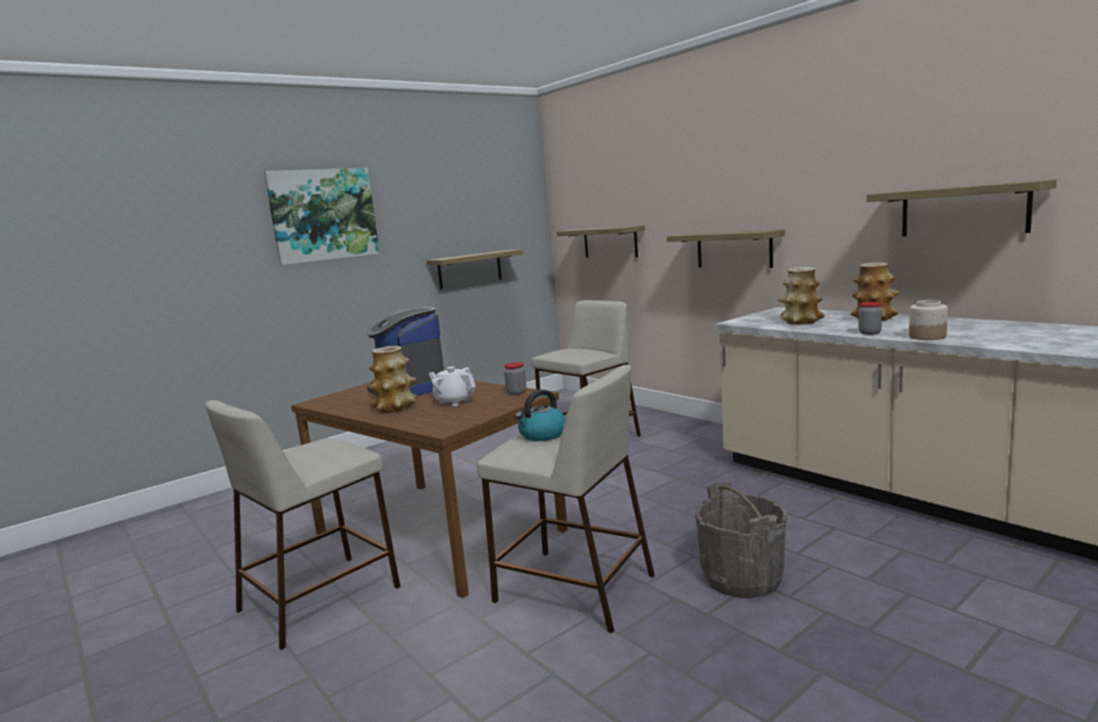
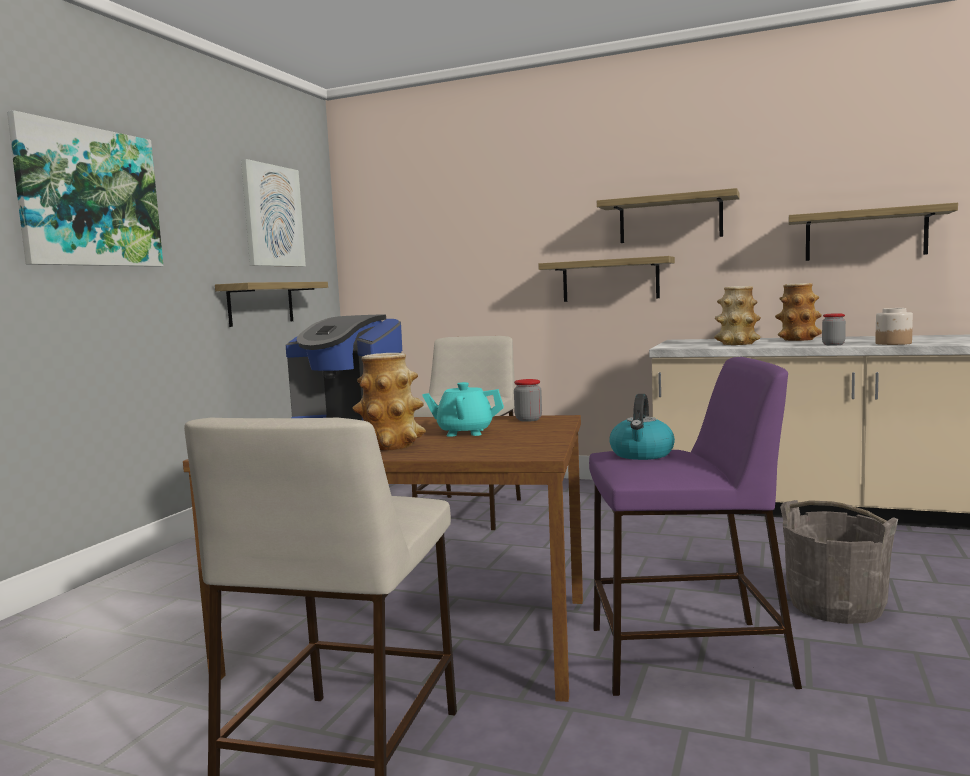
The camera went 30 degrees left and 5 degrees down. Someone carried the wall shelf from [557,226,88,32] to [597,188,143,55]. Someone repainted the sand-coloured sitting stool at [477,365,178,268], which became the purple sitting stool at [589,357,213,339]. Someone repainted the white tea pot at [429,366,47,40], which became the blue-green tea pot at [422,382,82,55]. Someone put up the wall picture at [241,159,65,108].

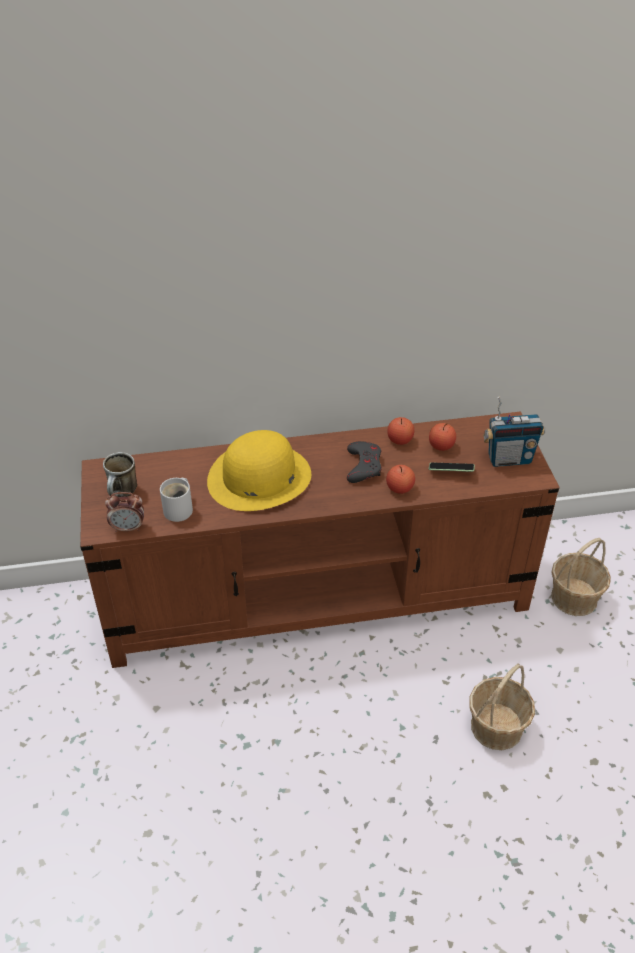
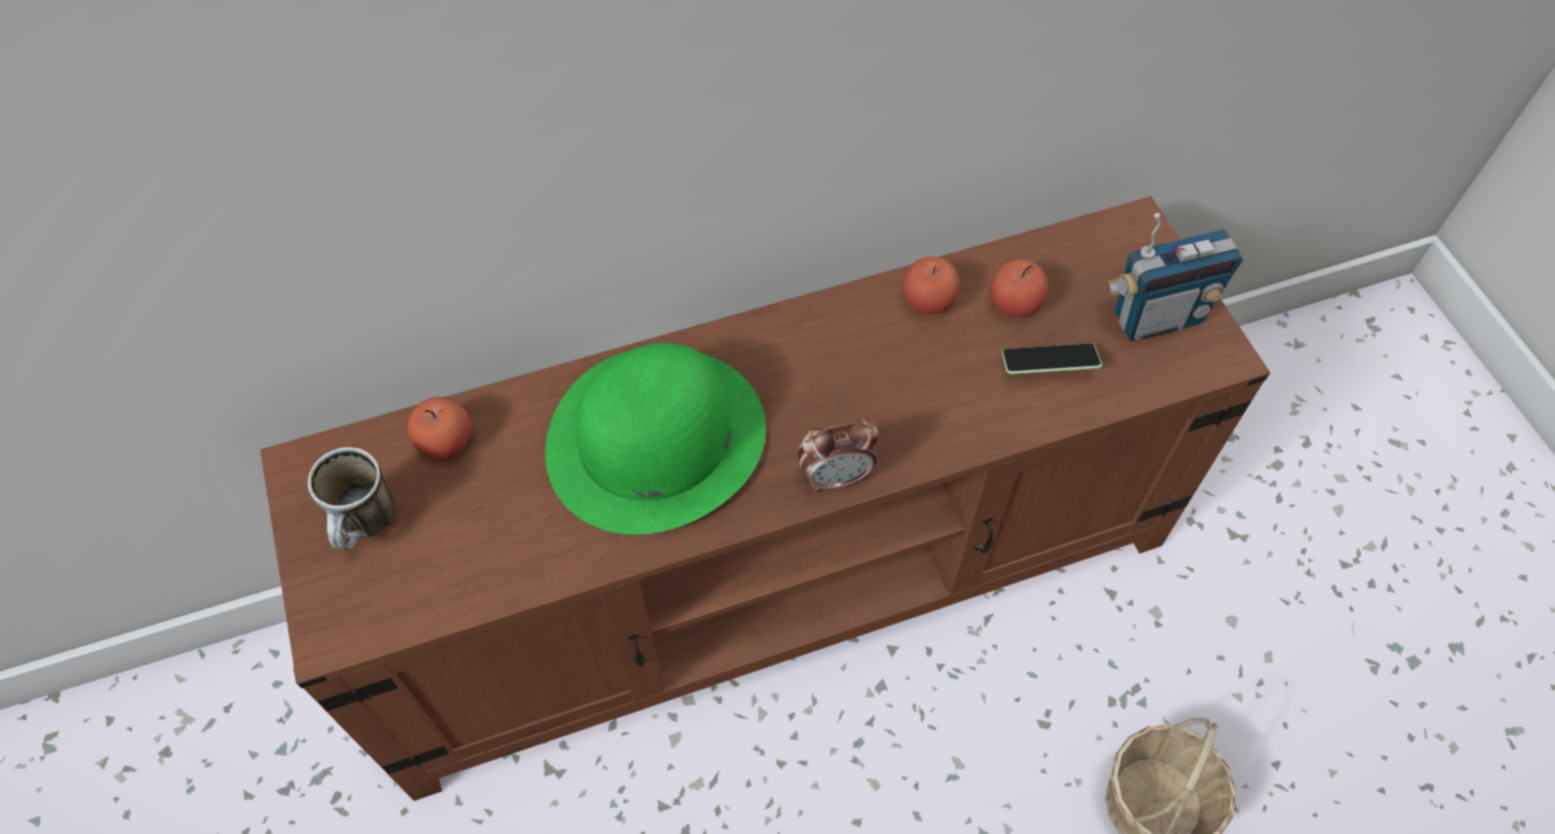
The camera went 10 degrees left and 15 degrees up. Someone repainted the yellow hat at [207,430,104,81], which became the green hat at [545,343,221,192]. Someone took away the gray joypad at [347,441,35,42]. Someone carried the apple fruit from [386,465,29,29] to [407,397,65,62]. Someone took away the white mug at [160,478,33,44]. Someone carried the alarm clock from [105,492,39,40] to [798,419,80,73]. Someone took away the basket at [551,538,60,78].

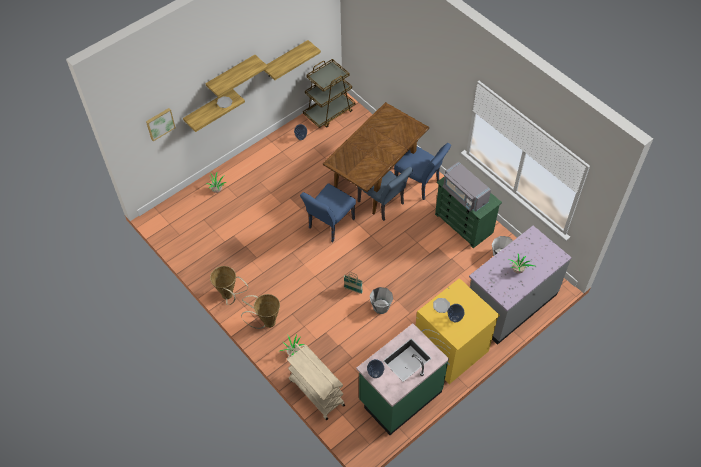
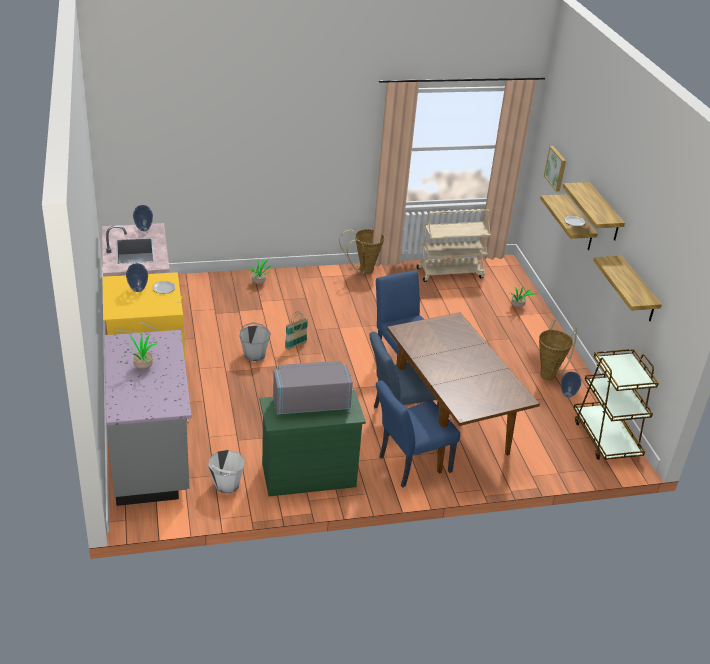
The camera went 115 degrees right and 20 degrees down. Someone carried the basket from [241,294,39,35] to [539,320,38,60]. Someone carried the sand-coloured trolley from [287,343,58,77] to [417,209,74,73].

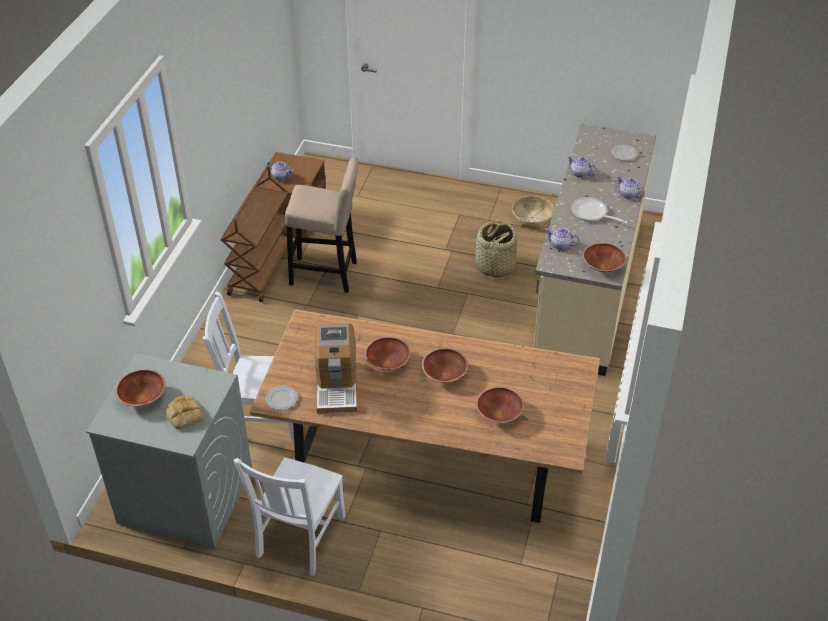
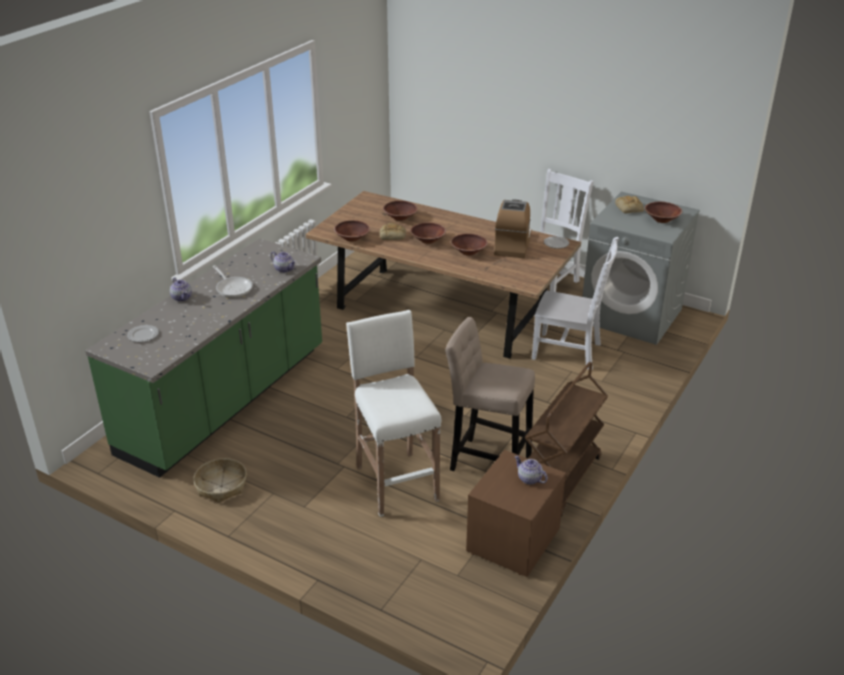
The camera went 165 degrees left and 10 degrees down. Someone repainted the sand-coloured kitchen base unit at [533,124,123,252], which became the green kitchen base unit at [85,238,237,240]. Someone took away the tea pot at [567,156,30,22]. Someone took away the basket at [475,220,42,58]. Someone carried the brown-coloured serving bowl from [583,243,44,29] to [334,220,36,22]. Someone put down the bakery bread at [379,223,27,17]. Someone put down the white sitting stool at [346,310,95,207].

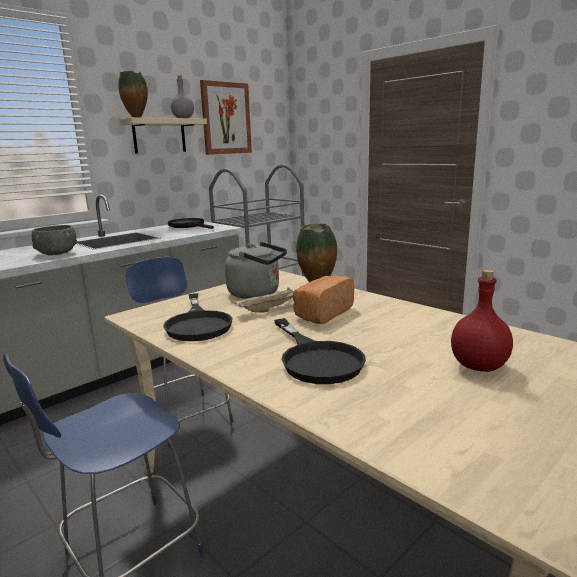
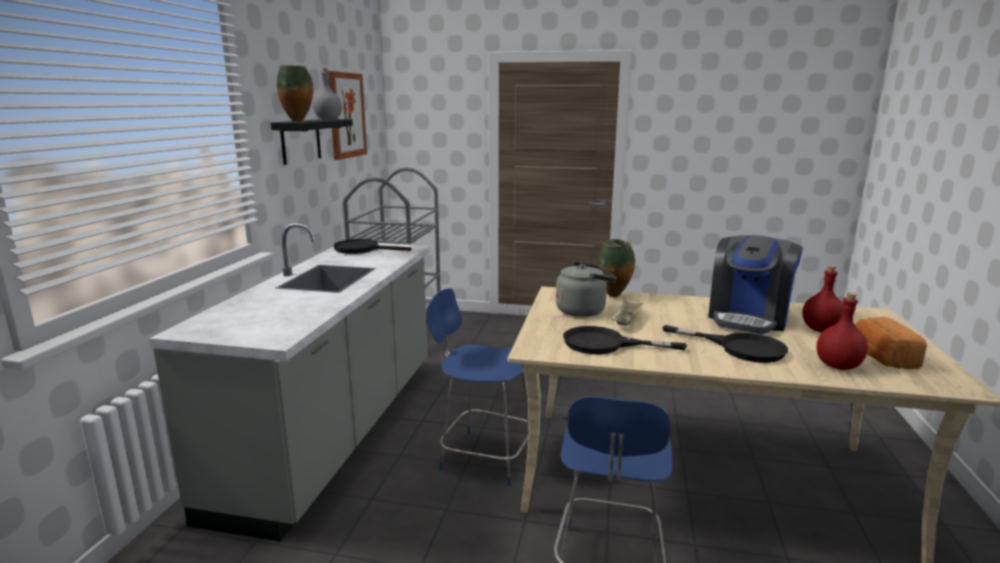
The camera went 35 degrees left and 0 degrees up. Someone repainted the sand-coloured wall shelf at [119,117,88,37], which became the black-coloured wall shelf at [271,119,82,46]. Someone took away the gray serving bowl at [32,225,45,30]. Someone carried the bakery bread from [293,275,61,49] to [855,317,72,52]. Someone rotated the black-coloured pan at [163,293,70,48] by 150 degrees clockwise. Someone put down the coffee maker at [708,235,95,99]. Someone put down the reddish drink bottle at [817,293,51,77].

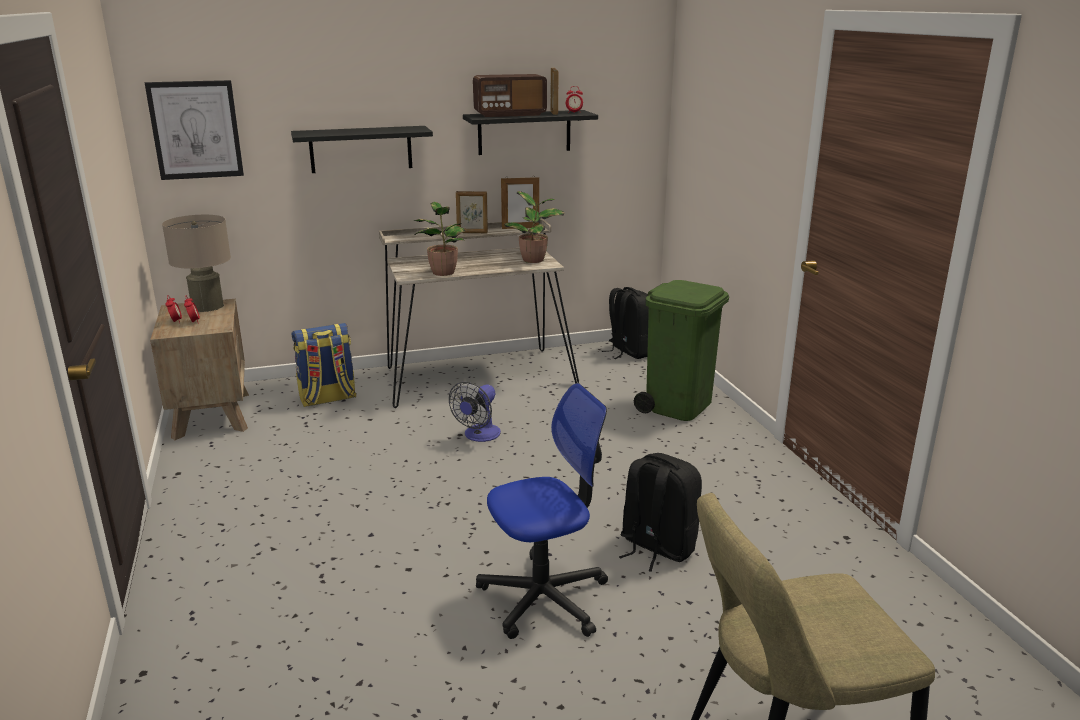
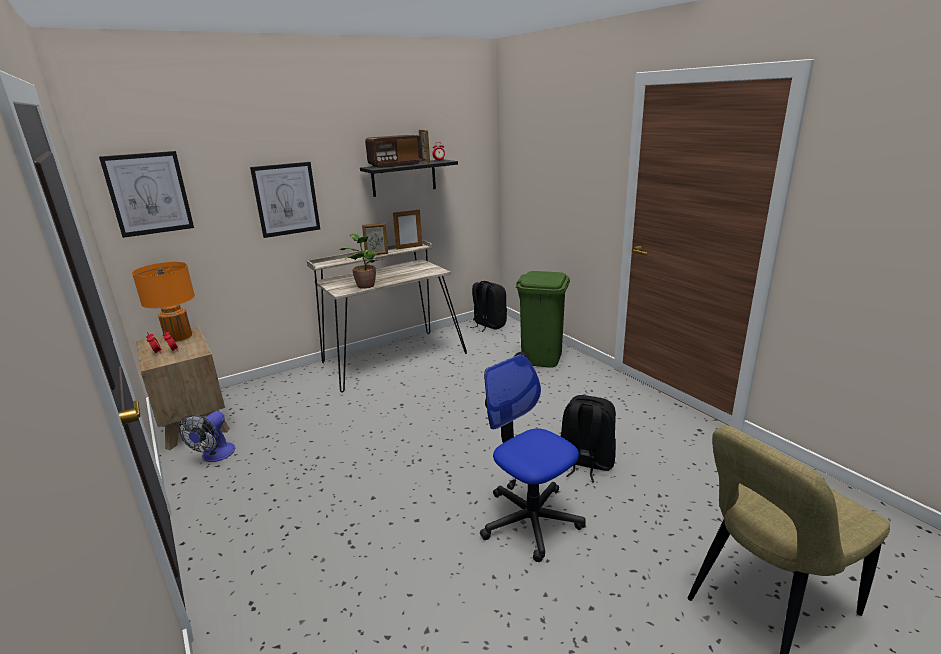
The camera went 15 degrees left and 0 degrees up. Someone swapped the black-coloured wall shelf at [291,126,142,47] for the wall picture at [250,162,70,76]. Someone took away the plant in a pot at [504,191,60,72]. Someone repainted the sand-coloured table lamp at [162,215,69,97], which became the orangey table lamp at [132,262,63,80]. Someone took away the knapsack at [291,323,66,84]. Someone carried the electric fan from [449,382,52,60] to [179,411,56,51]. Someone rotated the computer chair at [476,383,132,256] by 90 degrees counterclockwise.

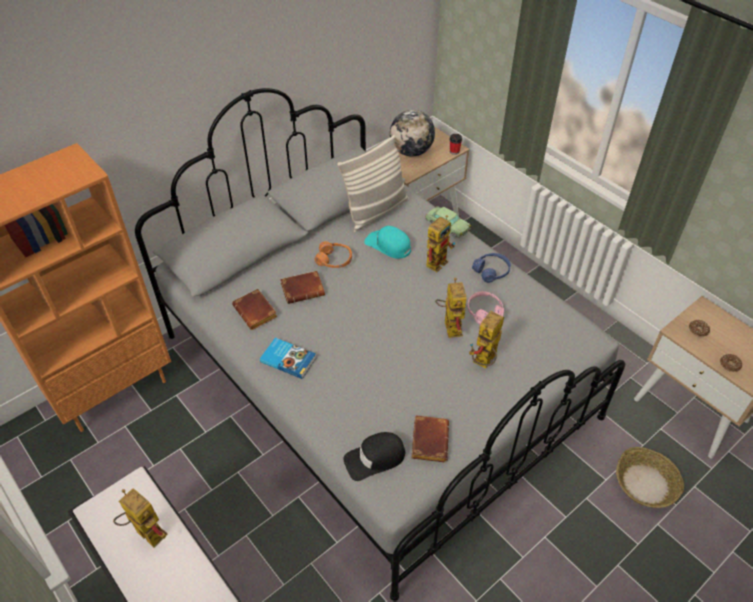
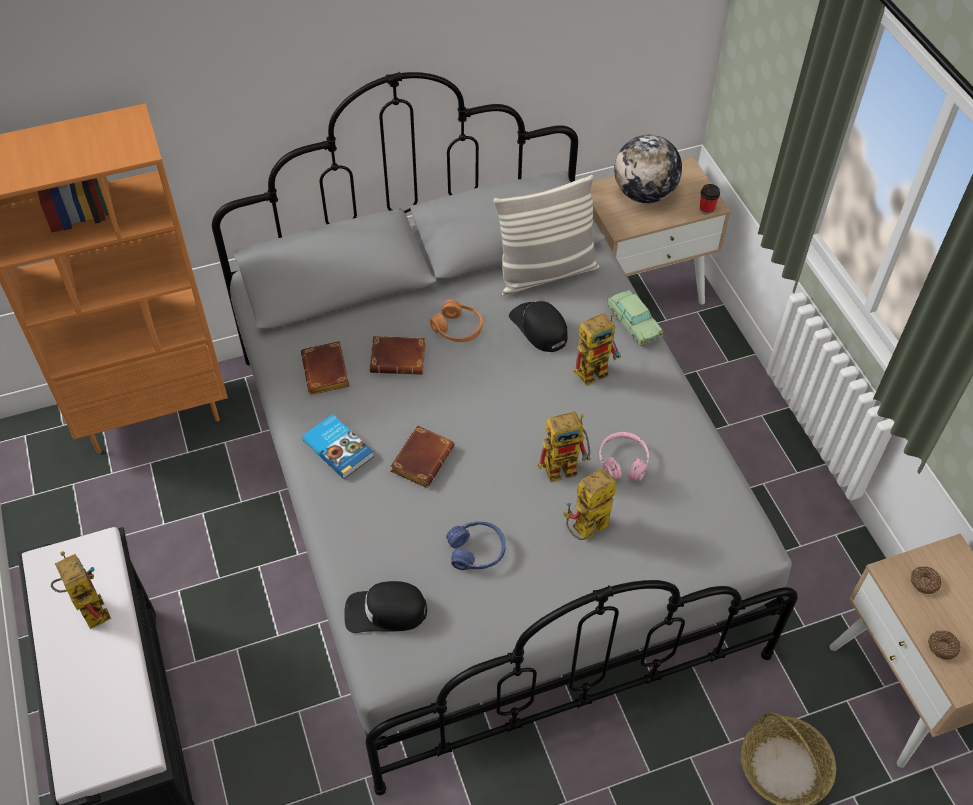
The camera went 20 degrees right and 5 degrees up. Someone repainted the blue-green cap at [364,226,47,33], which became the black-coloured cap at [509,301,59,51]. Someone carried the bluish headphones from [472,253,39,30] to [446,521,60,49]. Someone rotated the robot figure at [435,278,31,60] by 60 degrees clockwise. Someone carried the brown-coloured volume from [411,415,38,47] to [390,425,64,63].

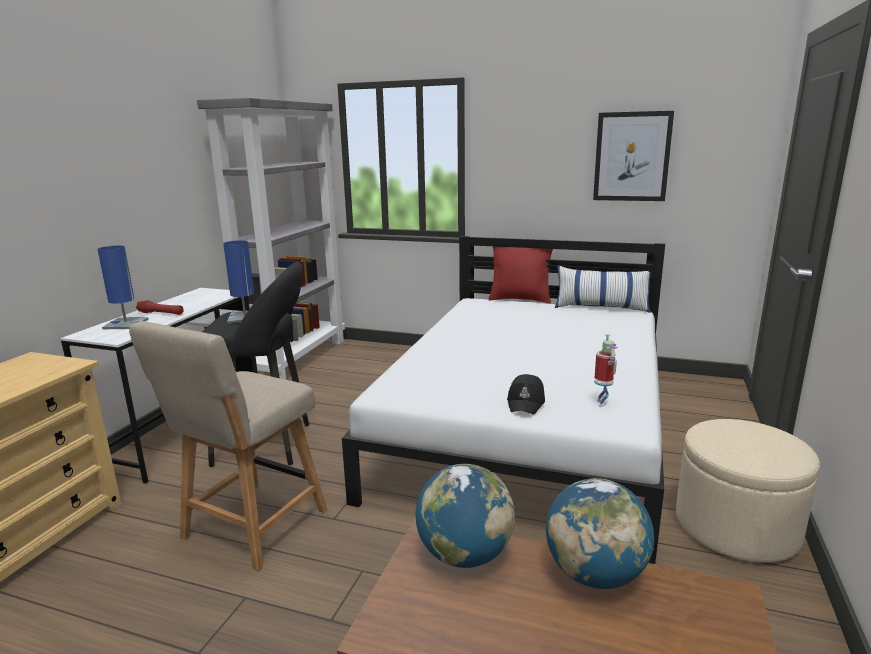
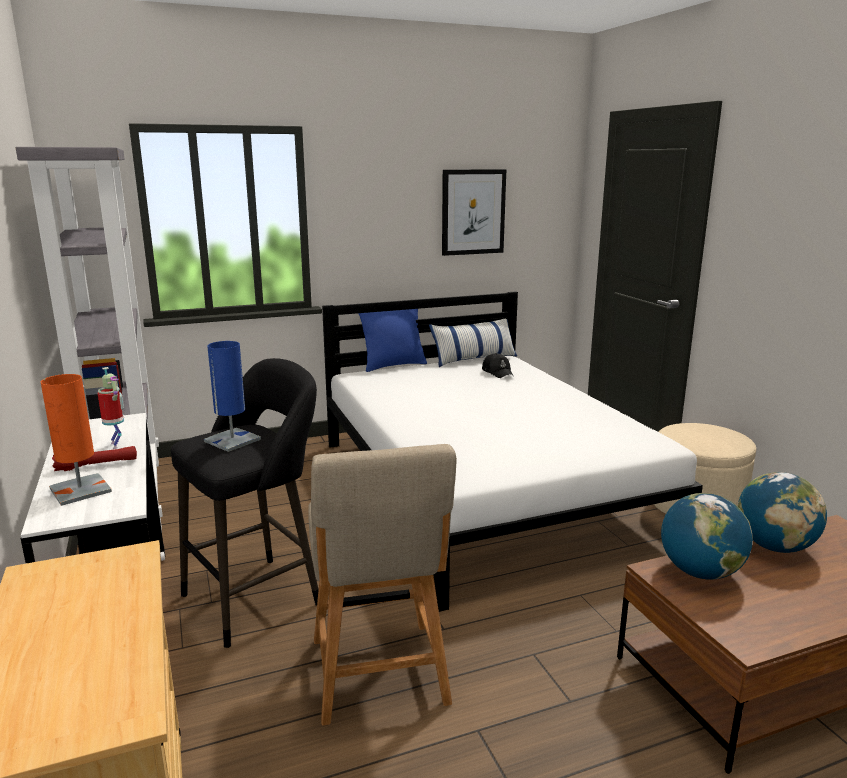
The camera went 40 degrees left and 0 degrees up. Someone repainted the bluish table lamp at [98,245,51,84], which became the orangey table lamp at [41,374,71,132]. Someone repainted the reddish pillow at [488,246,65,57], which became the bluish pillow at [358,309,69,63]. Someone carried the robot figure from [594,333,24,74] to [97,367,27,82]. Someone carried the black-coloured cap from [507,374,38,41] to [482,353,31,25].

